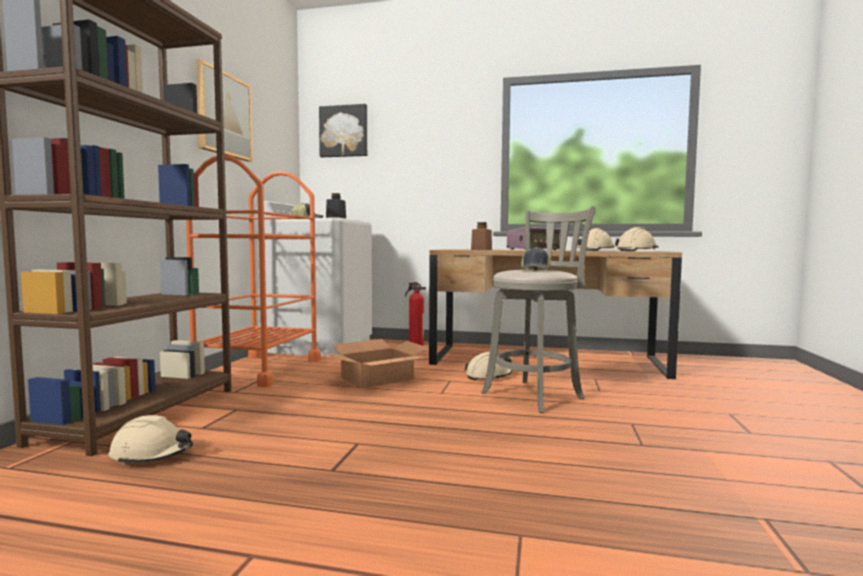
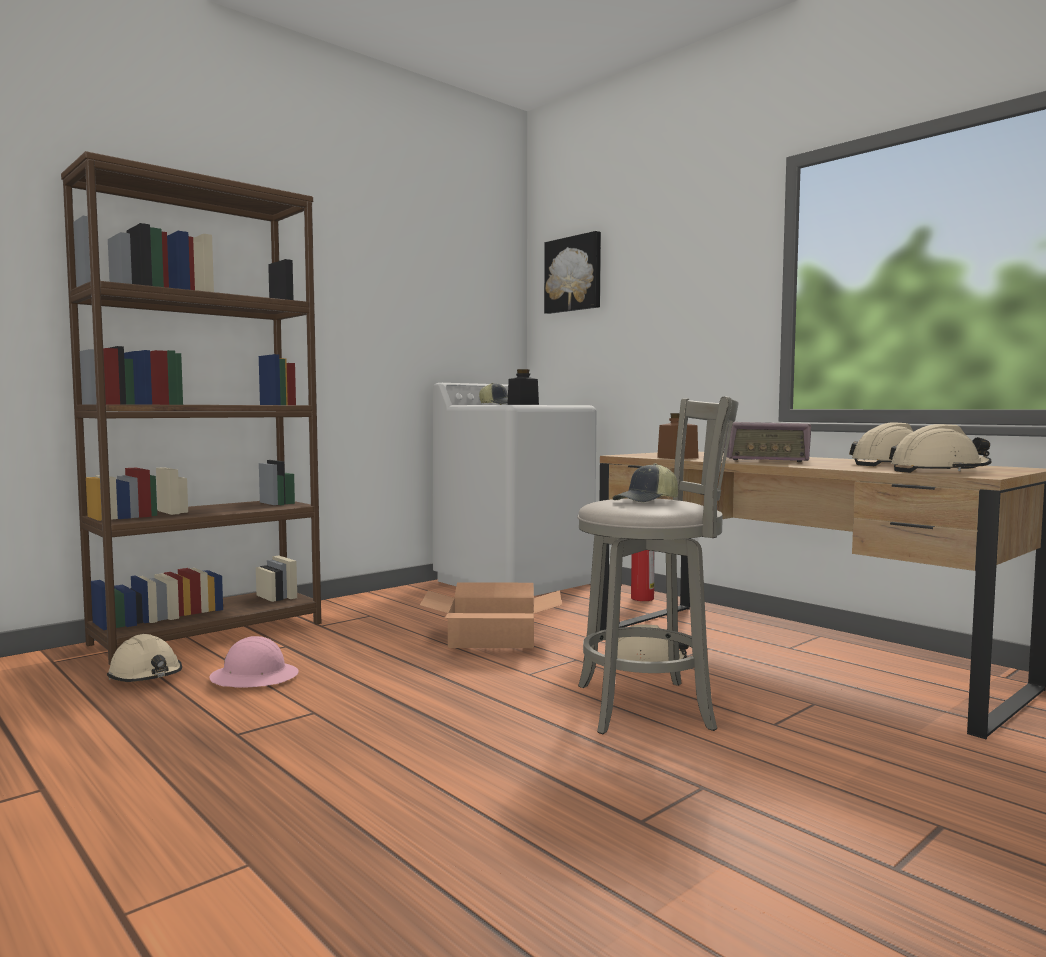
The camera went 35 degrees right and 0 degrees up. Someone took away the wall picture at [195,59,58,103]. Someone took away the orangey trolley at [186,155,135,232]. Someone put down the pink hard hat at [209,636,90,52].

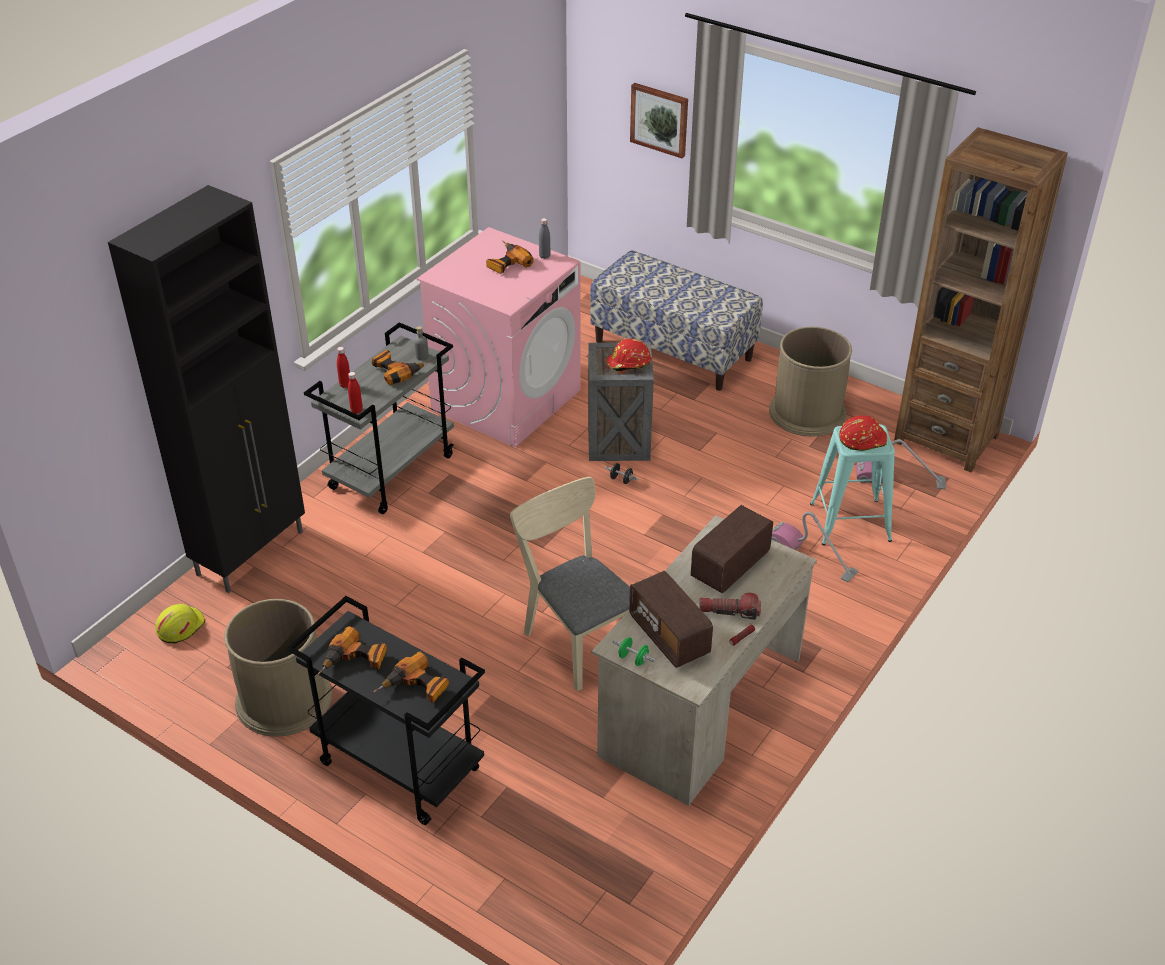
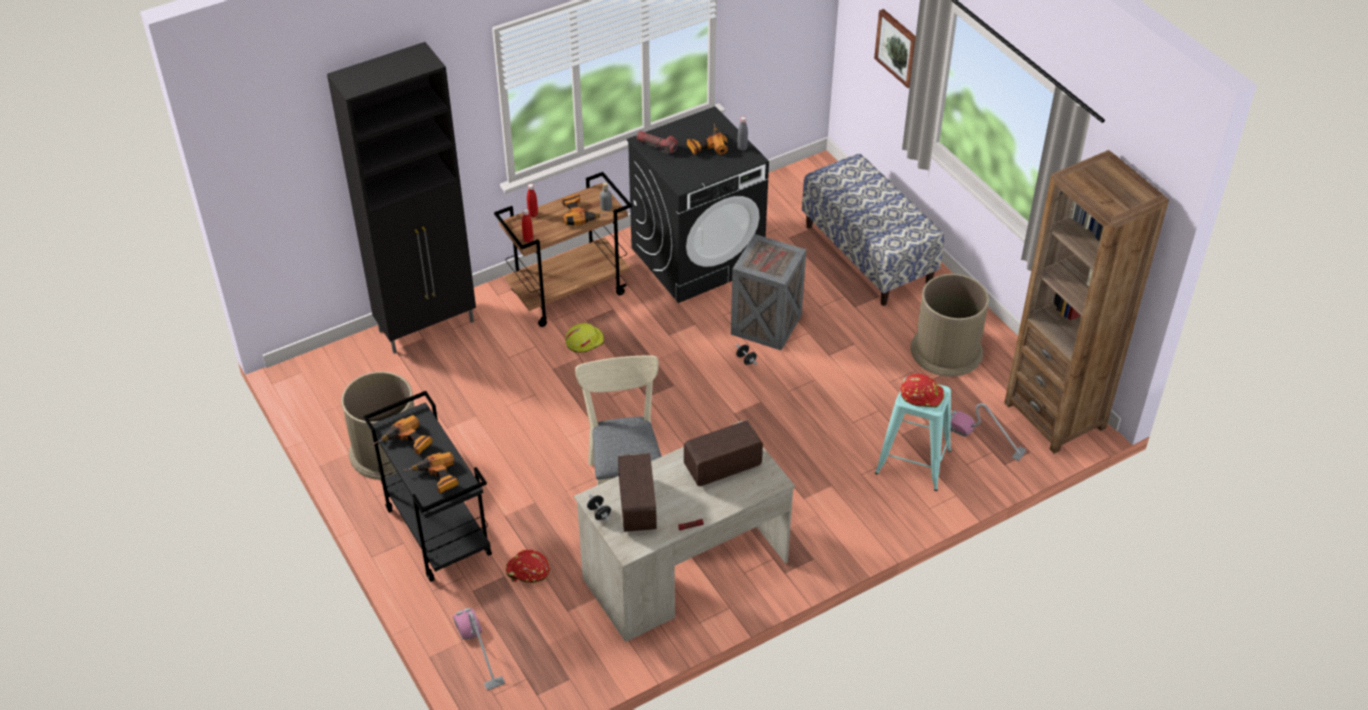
The camera went 25 degrees right and 5 degrees up. Someone repainted the pink laundry appliance at [417,227,164,221], which became the black-coloured laundry appliance at [627,107,142,196]. Someone repainted the gray trolley at [304,322,150,192], which became the brown-coloured trolley at [494,172,138,155]. Someone carried the reddish hard hat from [606,339,45,35] to [506,550,44,33]. Someone carried the vacuum from [771,512,87,70] to [453,608,52,82]. Someone carried the torch from [699,593,62,27] to [636,131,42,24]. Someone carried the yellow hard hat from [155,604,50,39] to [565,323,39,30]. Someone repainted the green hand weight at [613,637,43,29], which became the black-coloured hand weight at [587,494,24,28].

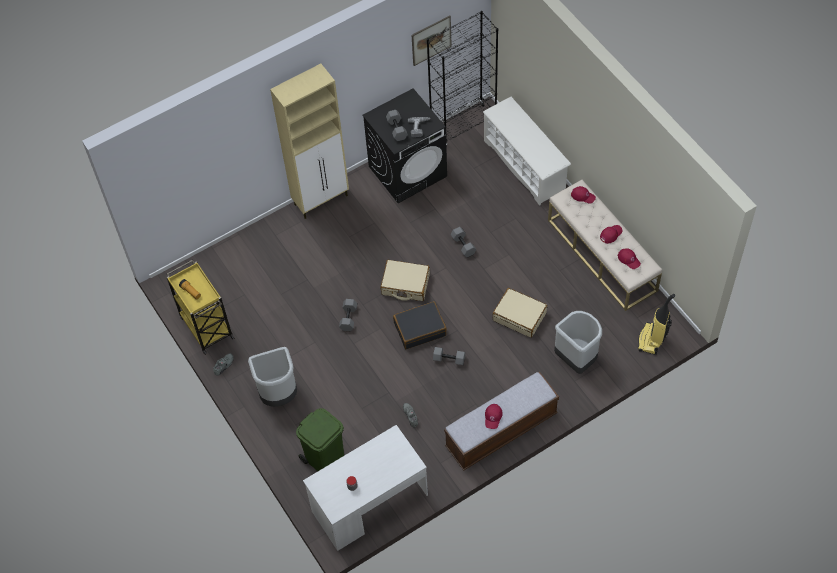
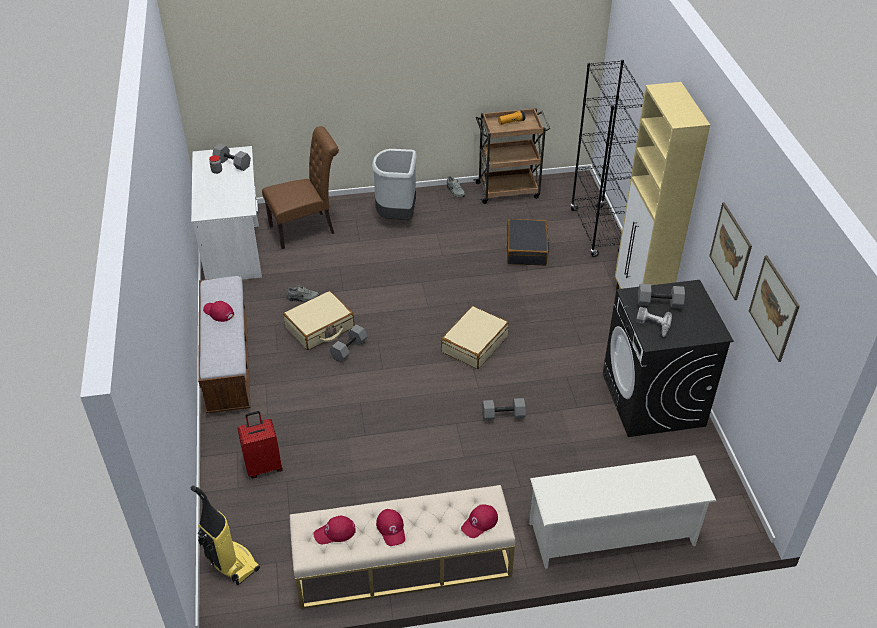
The camera went 110 degrees right and 15 degrees down. Someone carried the black-coloured shelving unit from [427,11,71,136] to [570,60,74,197]. Someone repainted the yellow trolley at [166,260,68,94], which became the brown-coloured trolley at [474,108,77,96]. Someone carried the sand-coloured piece of luggage from [493,288,55,50] to [283,291,71,59]. Someone carried the gray hand weight from [339,299,19,32] to [212,143,39,28]. Someone carried the black-coloured piece of luggage from [393,301,54,48] to [507,219,43,47]. Someone swapped the gray trash can at [554,311,48,63] for the reddish piece of luggage at [237,411,46,67]. Someone swapped the green trash can at [296,408,48,63] for the brown-coloured chair at [262,126,77,123]. Someone put up the wall picture at [709,202,43,98].

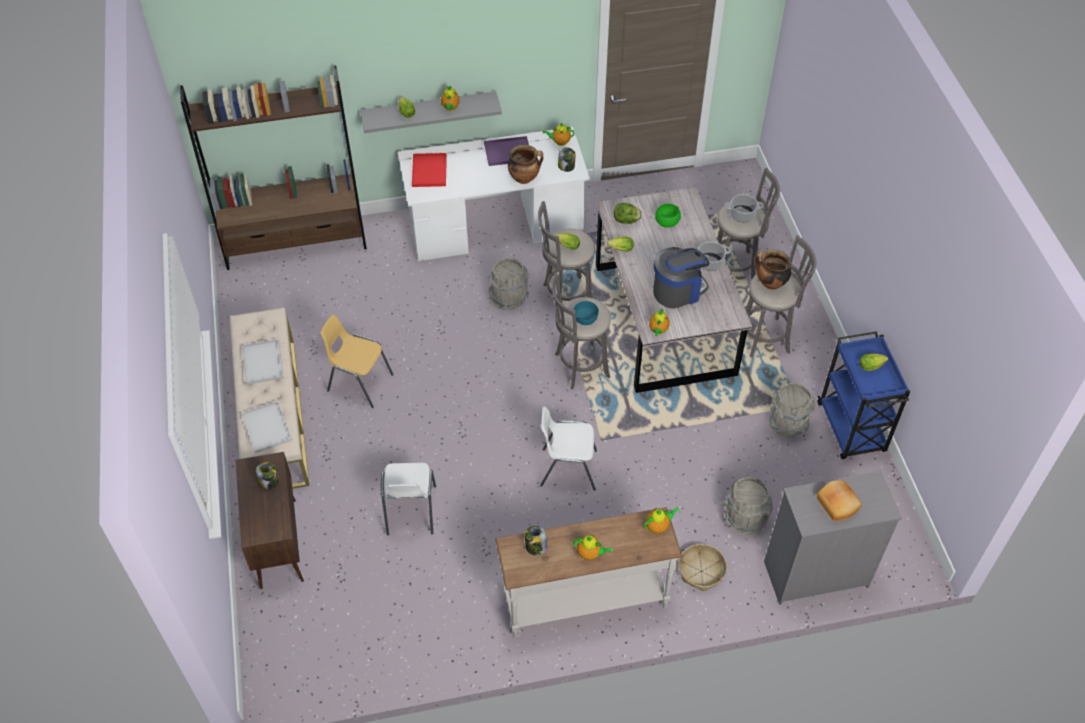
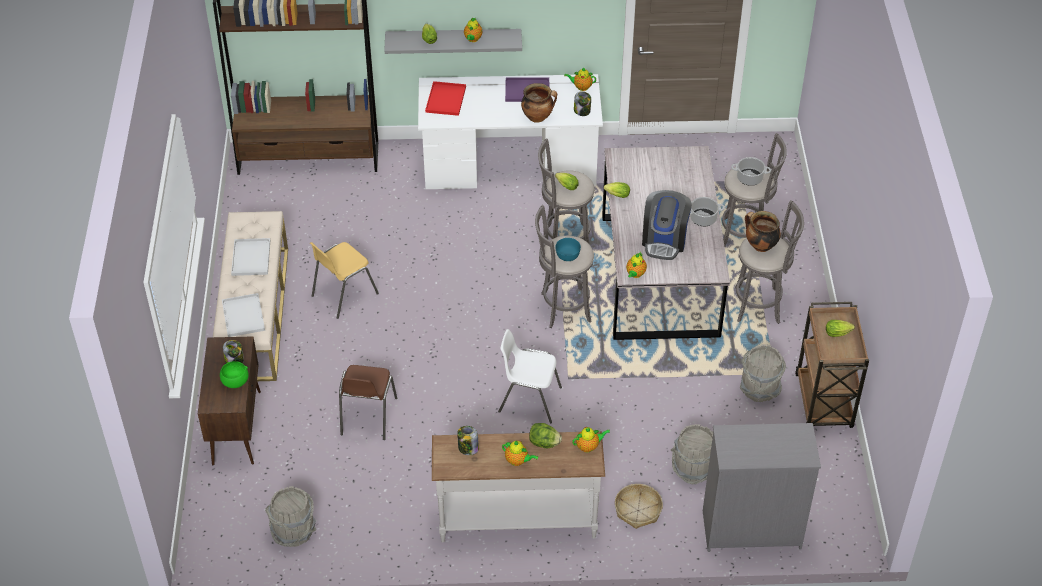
The camera went 10 degrees right and 5 degrees down. Someone carried the lettuce head from [614,203,28,21] to [529,423,33,25]. Someone carried the green serving bowl from [655,203,26,25] to [220,361,29,27]. Someone rotated the coffee maker at [653,247,56,62] by 120 degrees clockwise. Someone carried the gray pail from [488,257,41,53] to [265,486,51,61]. Someone rotated the yellow chair at [320,315,74,93] by 75 degrees counterclockwise. Someone repainted the bluish trolley at [818,331,92,128], which became the brown-coloured trolley at [795,302,74,126]. Someone repainted the white chair at [381,463,55,72], which became the brown-coloured chair at [339,365,58,75]. Someone took away the bakery bread at [817,480,45,41].

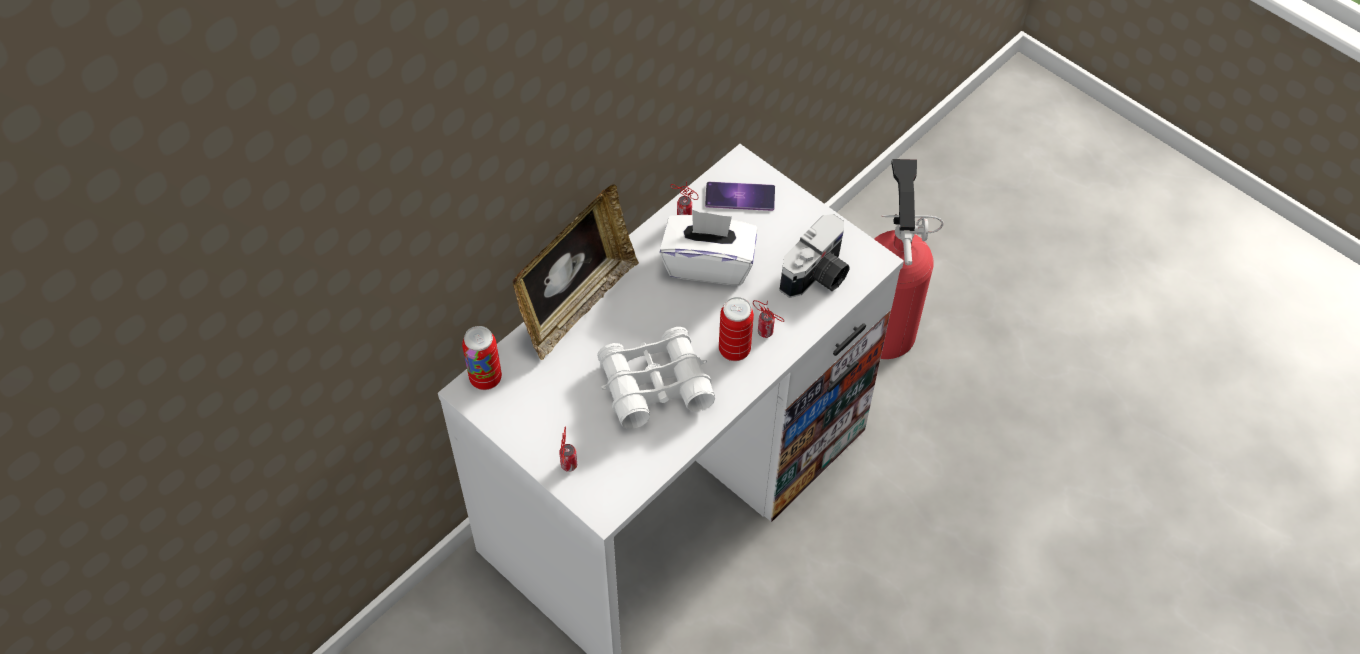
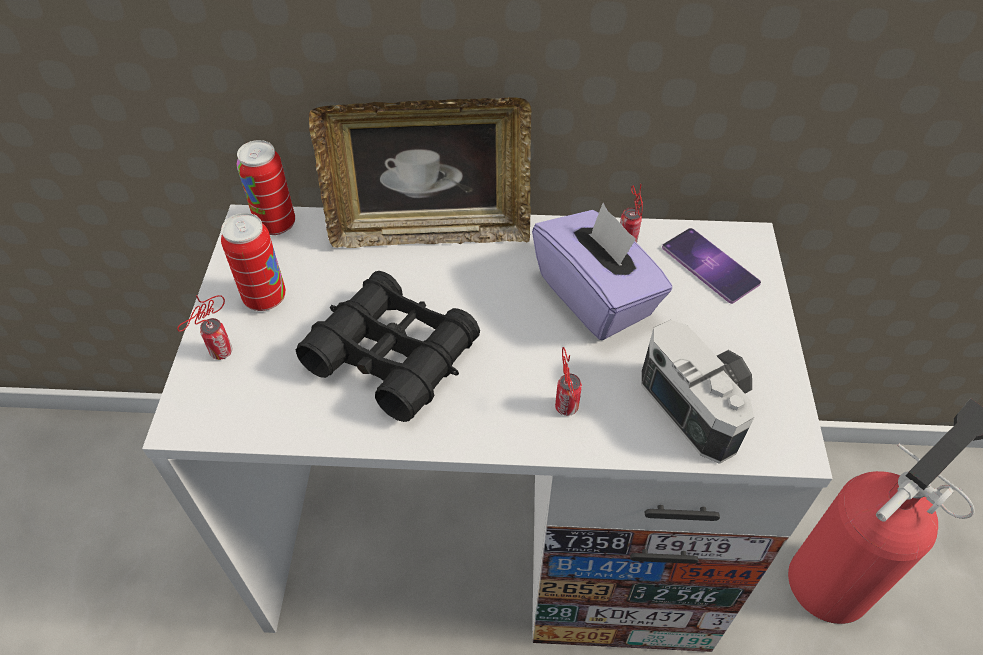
The camera went 50 degrees right and 5 degrees down. Someone repainted the white tissue box at [660,210,98,75], which became the purple tissue box at [532,203,141,137]. Someone rotated the still camera at [779,214,71,84] by 120 degrees counterclockwise. Someone carried the sealed can from [719,297,35,64] to [221,213,65,98]. Someone repainted the white field glasses at [597,327,118,102], which became the black-coloured field glasses at [296,271,184,151].

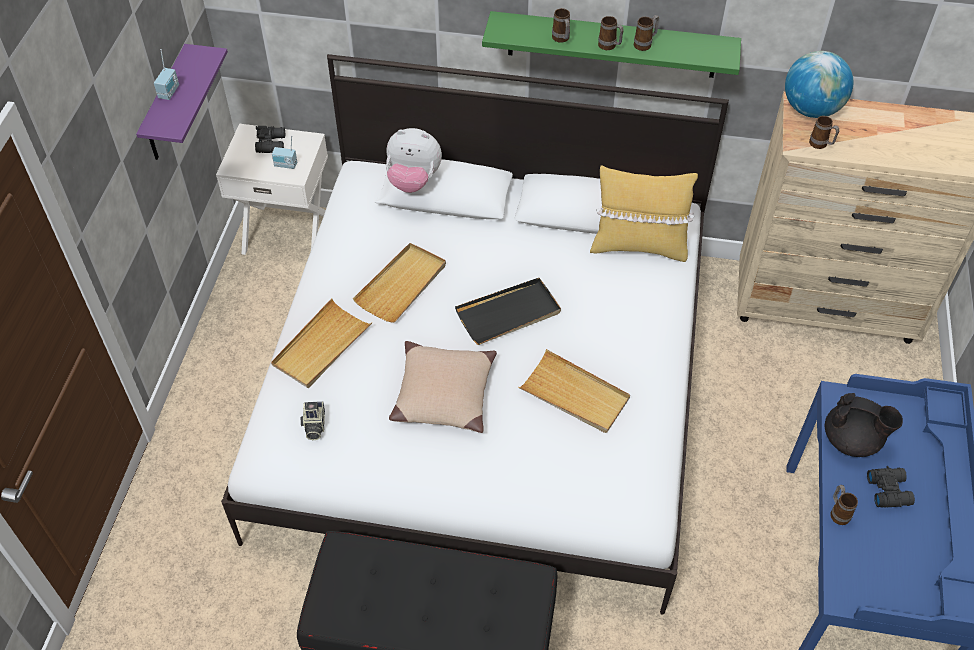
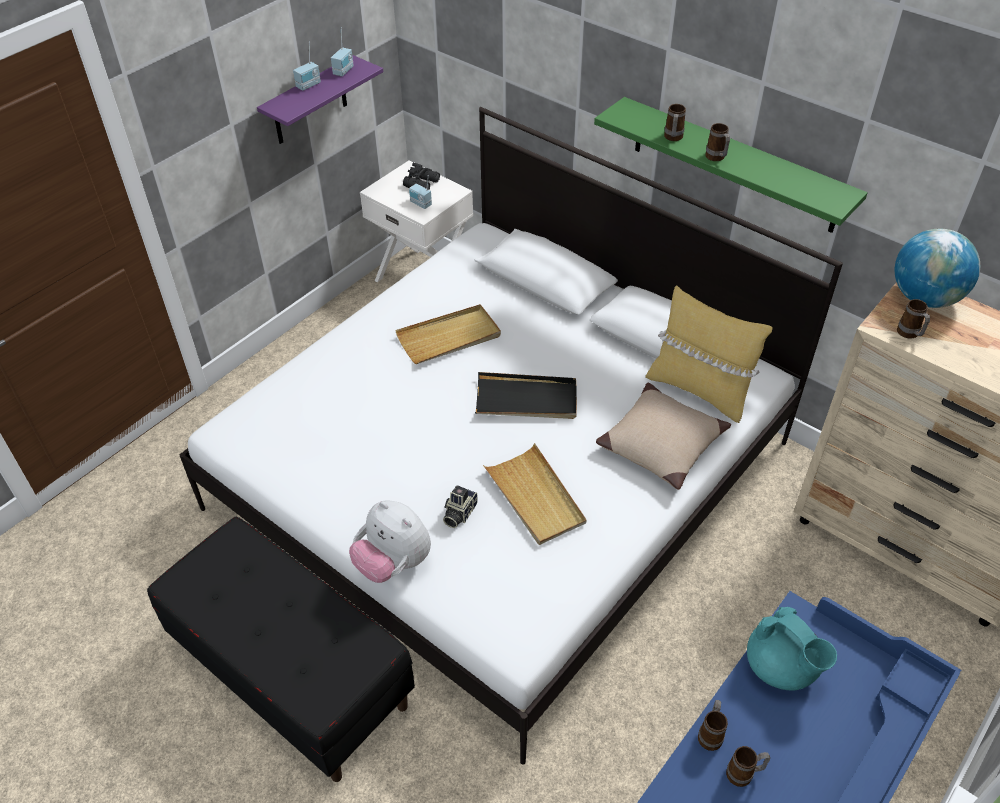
The camera went 30 degrees right and 5 degrees down. Someone carried the mug from [634,15,25,36] to [726,746,44,41]. Someone carried the soft toy from [386,128,56,65] to [349,500,82,83]. Someone took away the sand-coloured carrying tray at [271,298,101,90]. Someone carried the sand-coloured pillow from [389,341,108,92] to [596,383,135,107]. Someone repainted the black-coloured tea pot at [825,393,78,64], which became the blue-green tea pot at [747,607,90,83]. Someone carried the still camera from [300,401,25,39] to [443,485,35,43]. Someone took away the black-coloured field glasses at [867,466,48,42]. Someone put down the radio receiver at [331,27,23,49].

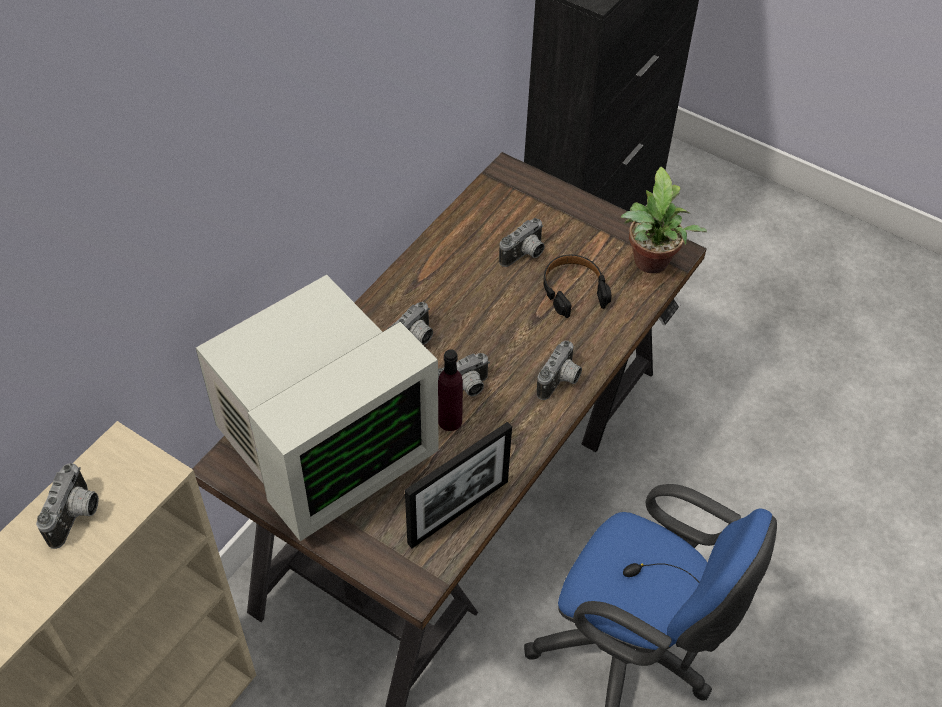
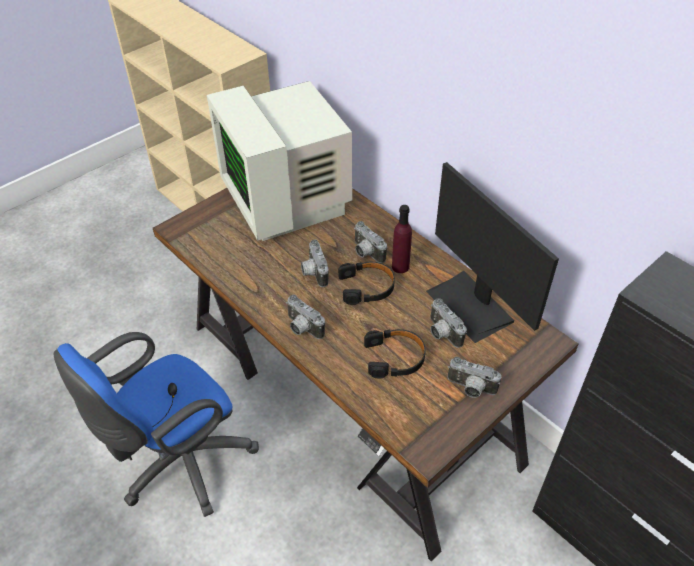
The camera went 105 degrees right and 5 degrees down. Someone took away the plant in a pot at [621,167,86,107]. Someone carried the purple drink bottle from [438,349,25,82] to [392,205,20,68]. Someone took away the standing frame at [405,422,107,126]. Someone carried the still camera from [36,463,63,86] to [448,357,53,41]. Someone put down the computer display at [426,162,133,181]. Someone put down the black-coloured headphones at [338,262,57,43].

